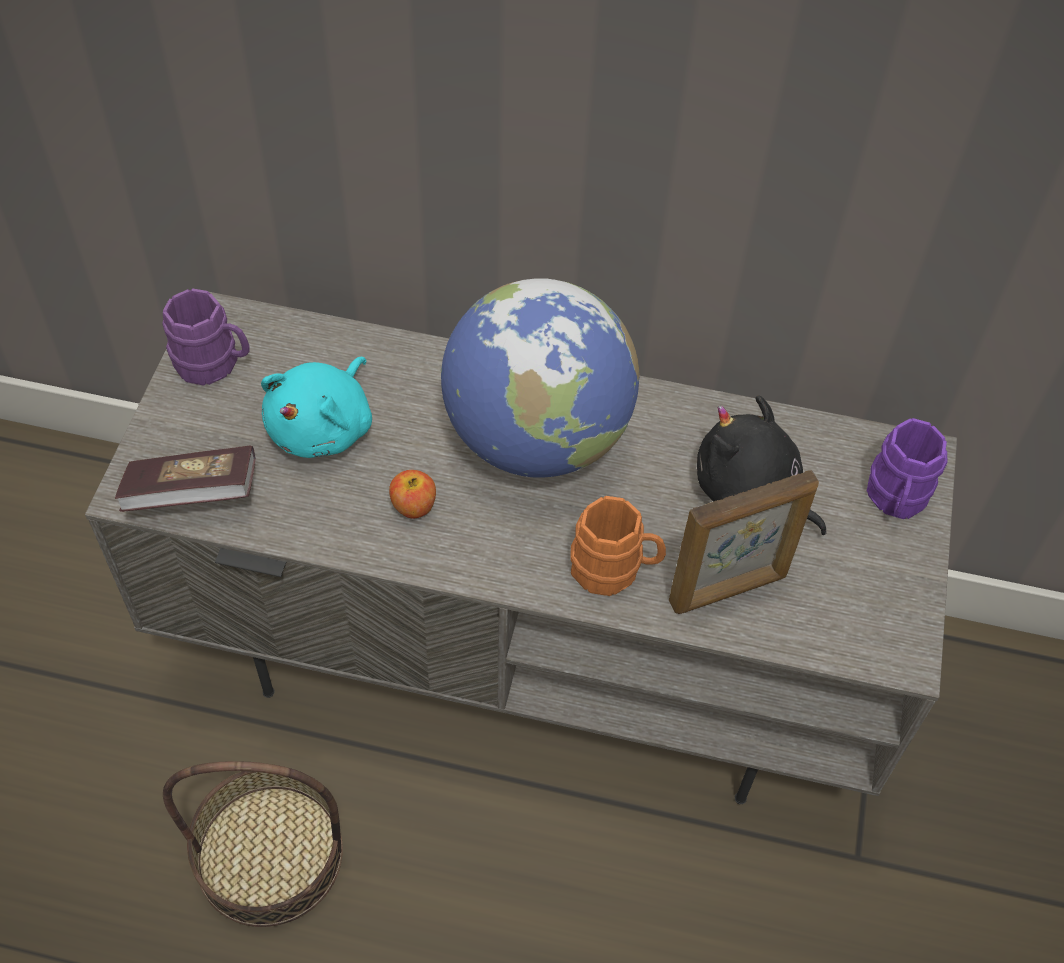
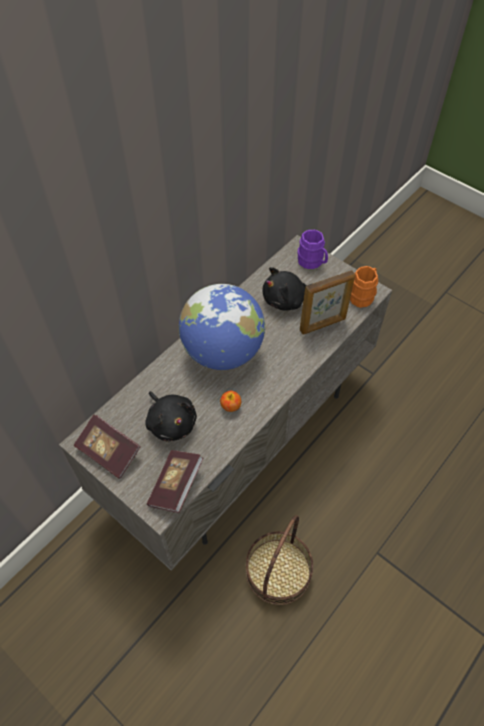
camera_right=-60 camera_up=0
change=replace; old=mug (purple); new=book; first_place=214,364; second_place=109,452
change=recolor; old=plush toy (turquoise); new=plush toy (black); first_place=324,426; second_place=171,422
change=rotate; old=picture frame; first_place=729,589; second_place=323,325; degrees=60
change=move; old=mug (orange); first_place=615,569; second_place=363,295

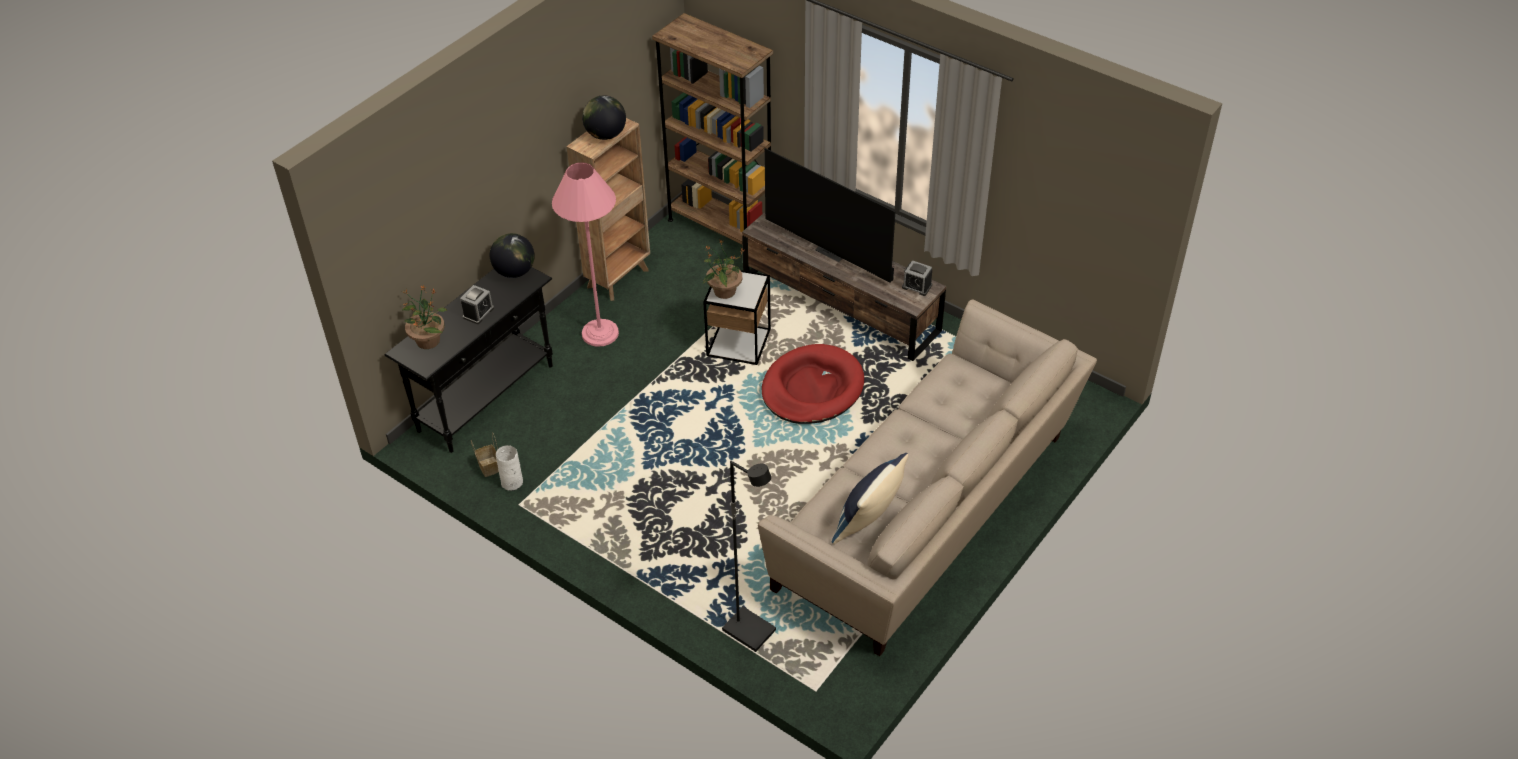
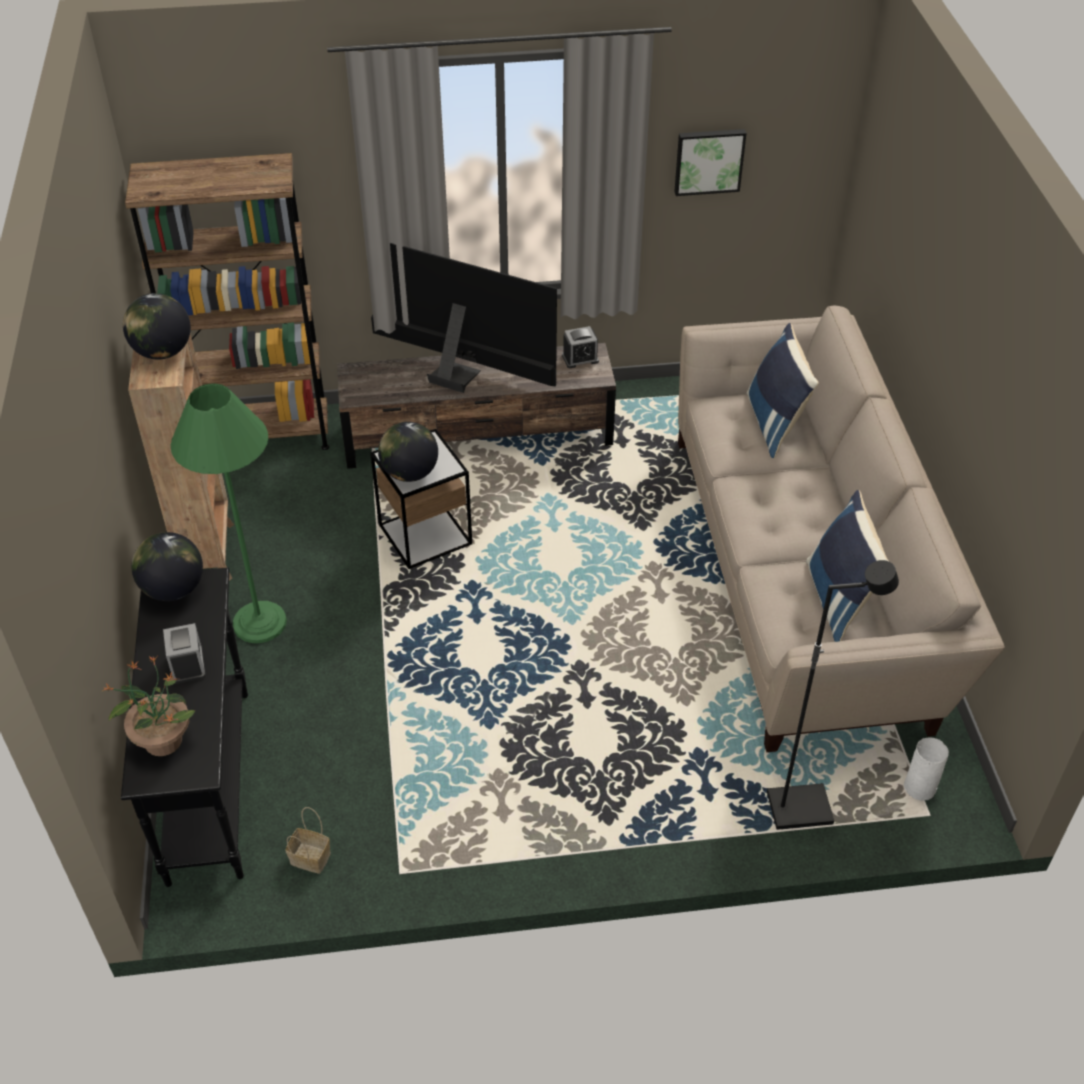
camera_right=-45 camera_up=0
change=recolor; old=floor lamp (pink); new=floor lamp (green); first_place=600,333; second_place=260,622
change=rotate; old=television; first_place=833,251; second_place=457,372; degrees=-150
change=replace; old=potted plant; new=globe; first_place=724,291; second_place=410,473
change=insert; new=picture; second_place=708,160
change=insert; new=pillow (blue); second_place=775,423
change=move; old=vase (white); first_place=512,483; second_place=920,788
change=delete; old=dog bed (red); first_place=812,388

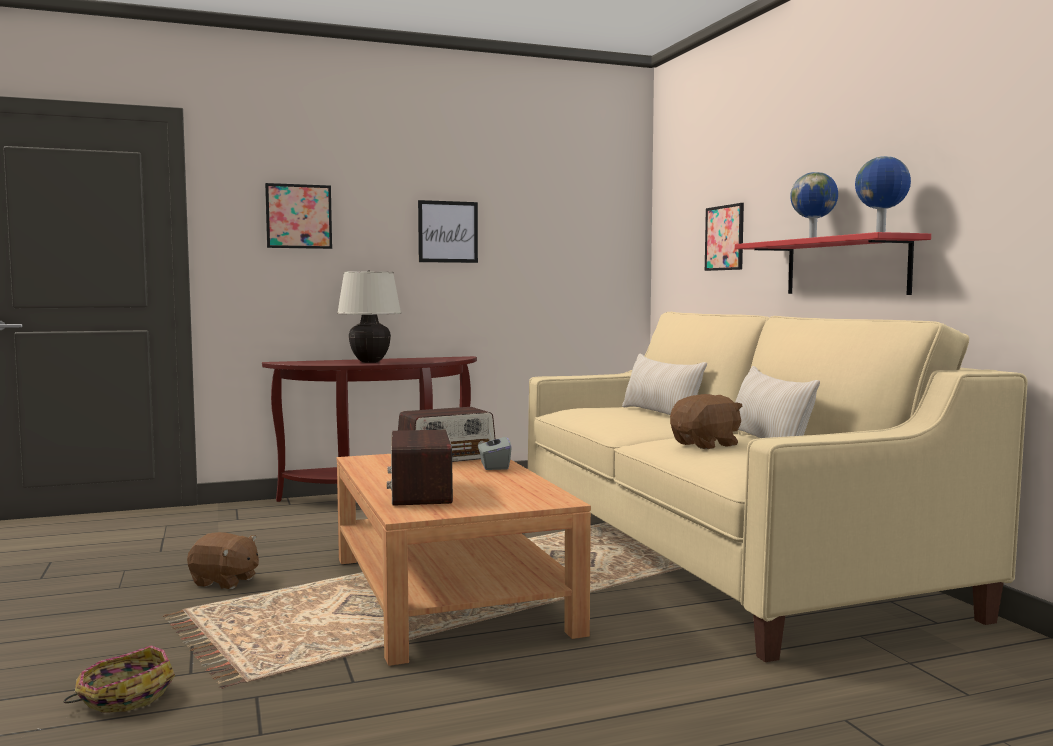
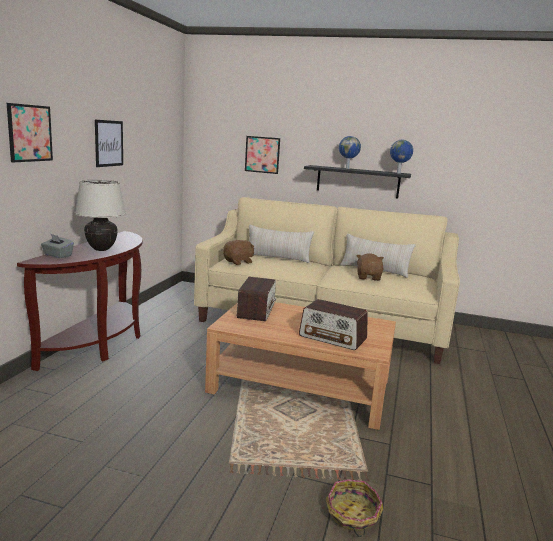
camera_right=-55 camera_up=10
change=move; old=tissue box (grey); first_place=494,466; second_place=57,255
change=move; old=plush toy (brown); first_place=224,581; second_place=238,262
change=recolor; old=shelf (red); new=shelf (black); first_place=845,267; second_place=357,181

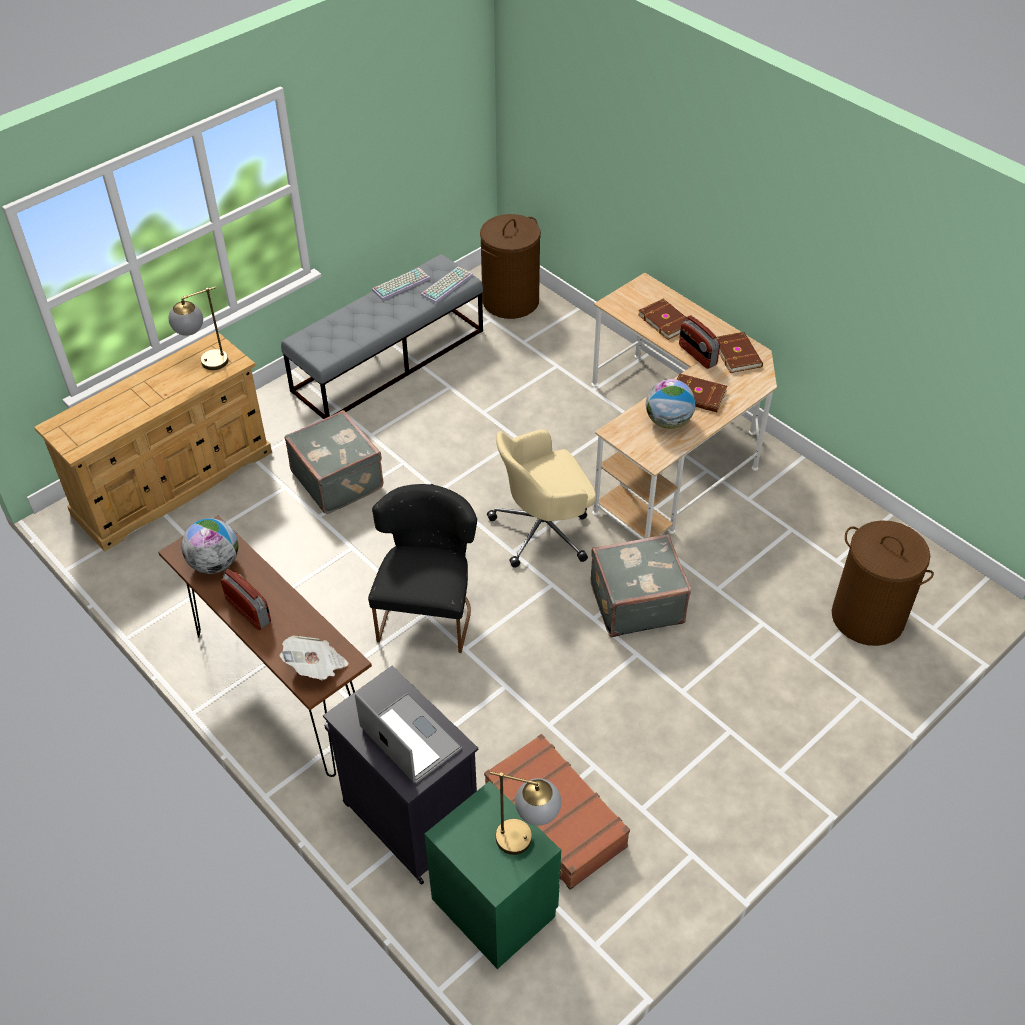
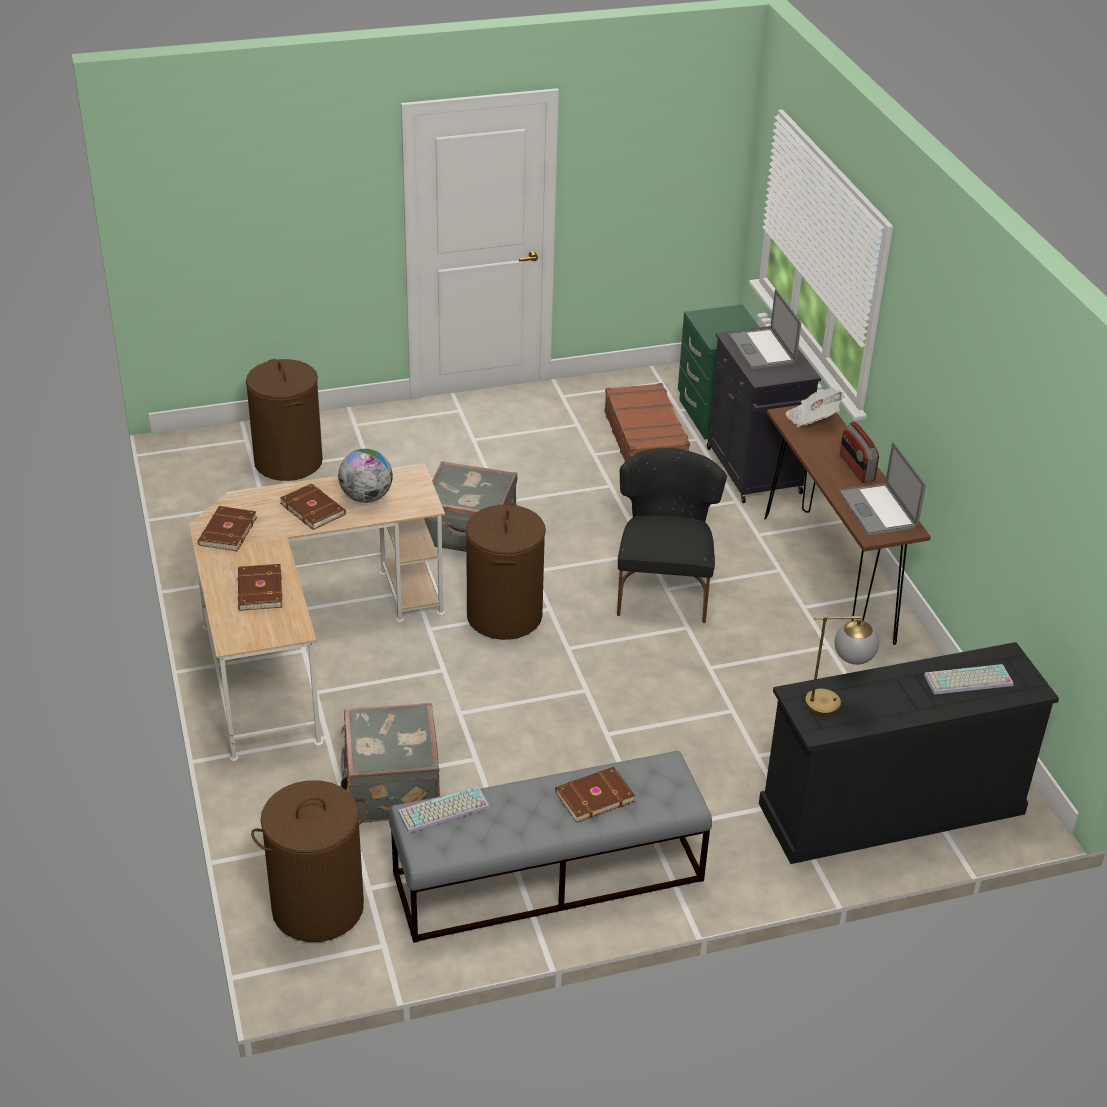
camera_right=-155 camera_up=-10
change=move; old=suitcase (grey); first_place=338,479; second_place=390,787
change=replace; old=office chair (beige); new=laundry basket (brown); first_place=543,530; second_place=504,616
change=insert; new=book (brown); second_place=593,796
change=rotate; old=chair (black); first_place=428,611; second_place=663,589; degrees=150
change=recolor; old=dresser (beige); new=dresser (black); first_place=174,482; second_place=890,809
change=replace; old=globe; new=laptop; first_place=215,563; second_place=877,510
change=move; old=keyboard; first_place=401,284; second_place=968,681
change=delete; old=table lamp; first_place=527,841
change=delete; old=radio; first_place=697,355

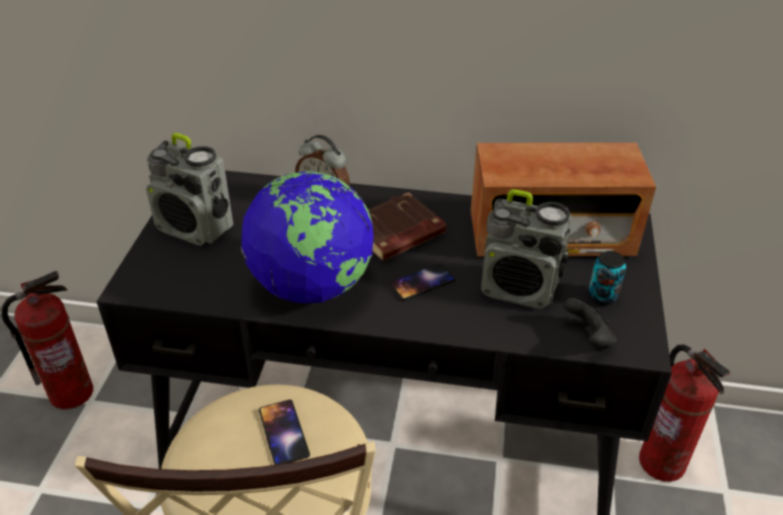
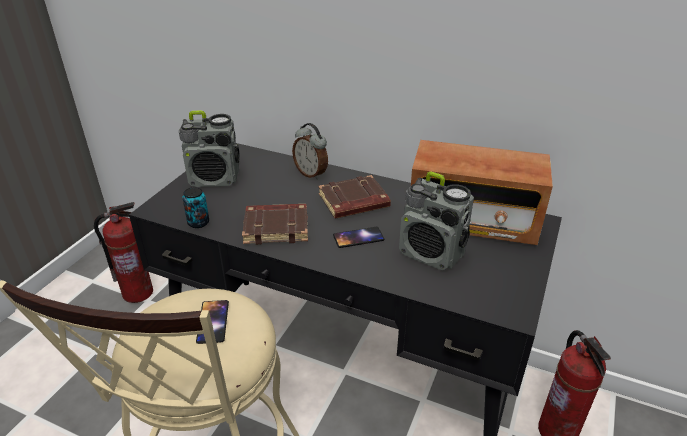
camera_right=15 camera_up=-5
change=rotate; old=radio; first_place=195,228; second_place=215,179; degrees=-45
change=move; old=can; first_place=602,297; second_place=198,223
change=replace; old=globe; new=book (brown); first_place=312,285; second_place=277,227
change=delete; old=game controller (black); first_place=588,338

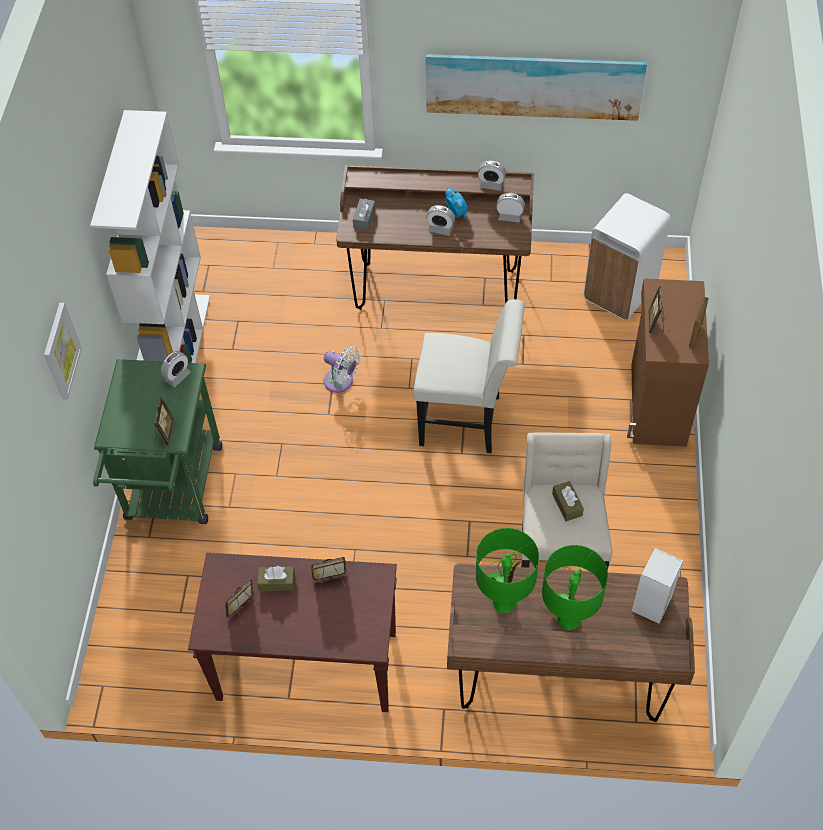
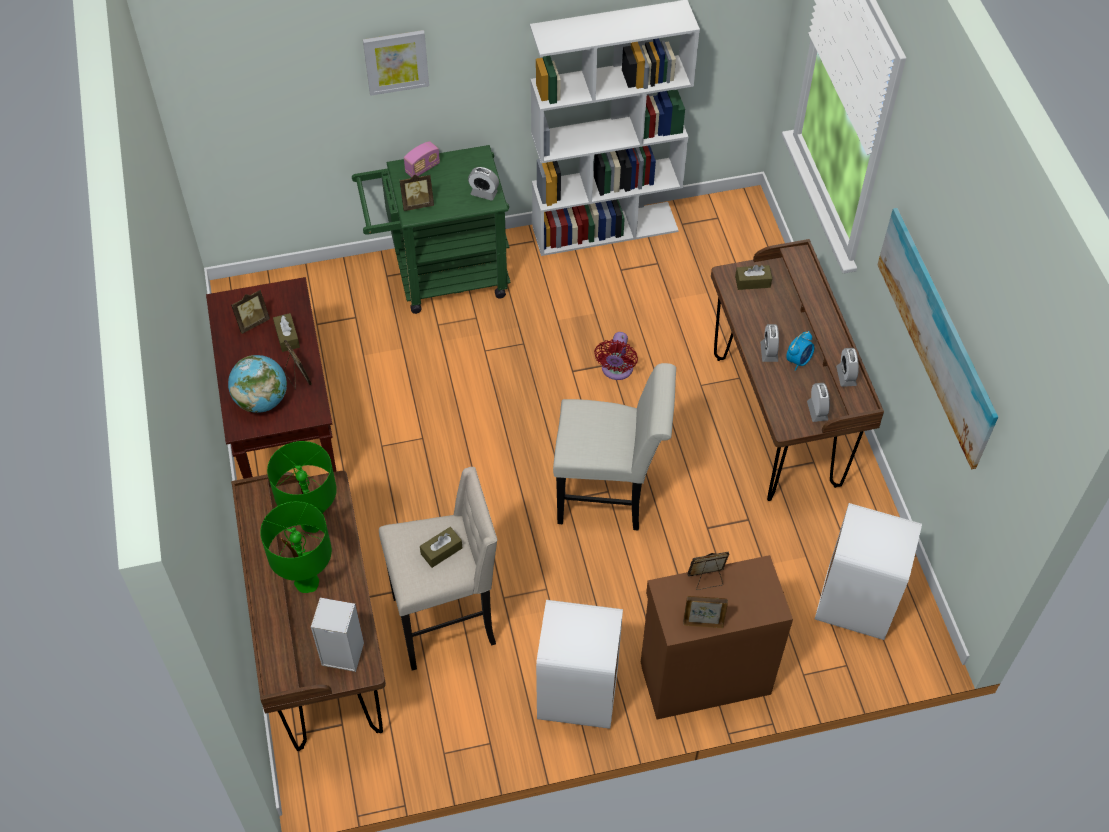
camera_right=70 camera_up=0
change=insert; new=globe; second_place=262,400
change=rotate; old=picture frame; first_place=245,611; second_place=252,322; degrees=120
change=insert; new=radio; second_place=422,168
change=insert; new=trash can (white); second_place=578,695
change=rotate; old=chair (white); first_place=467,421; second_place=609,494; degrees=-75
change=recolor; old=fan (white); new=fan (red); first_place=341,382; second_place=616,370
change=recolor; old=tissue box (grey); new=tissue box (brown); first_place=364,218; second_place=752,282

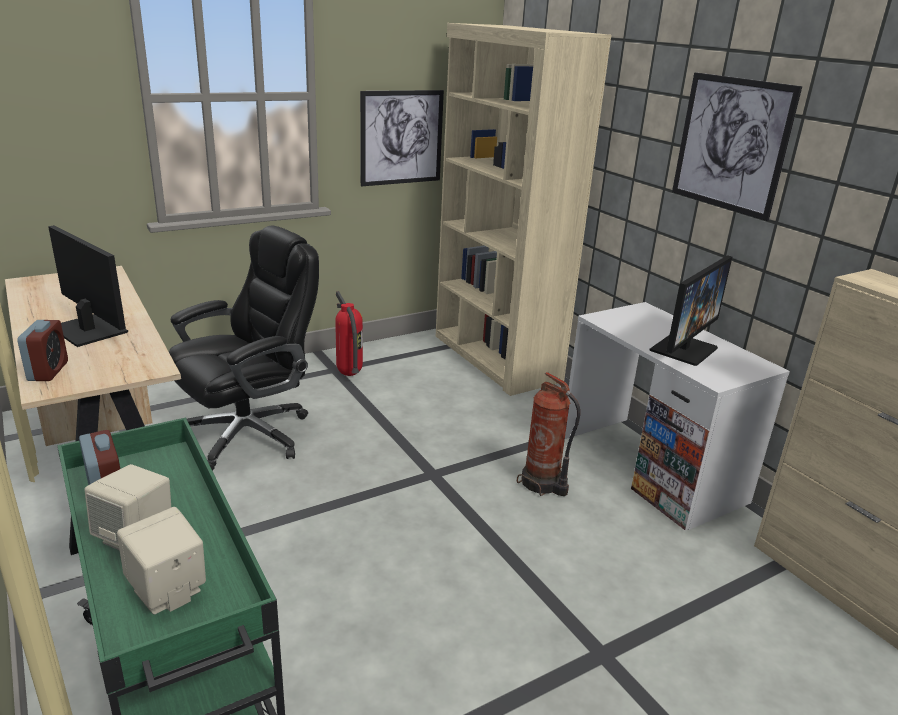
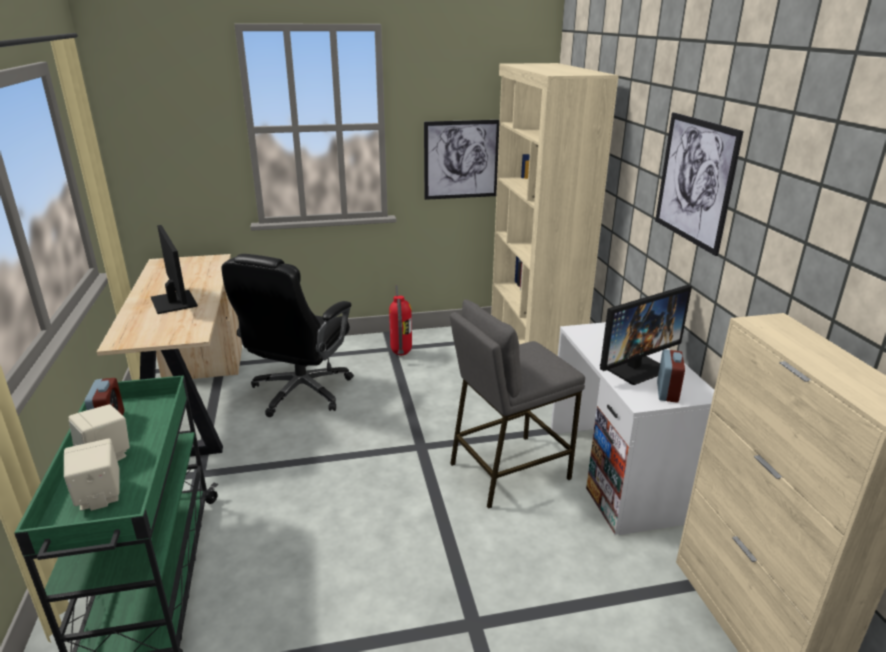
camera_right=20 camera_up=0
change=rotate; old=office chair (black); first_place=249,434; second_place=300,392; degrees=135
change=replace; old=fire extinguisher; new=stool (grey); first_place=542,484; second_place=508,470
change=move; old=alarm clock; first_place=48,371; second_place=667,392

